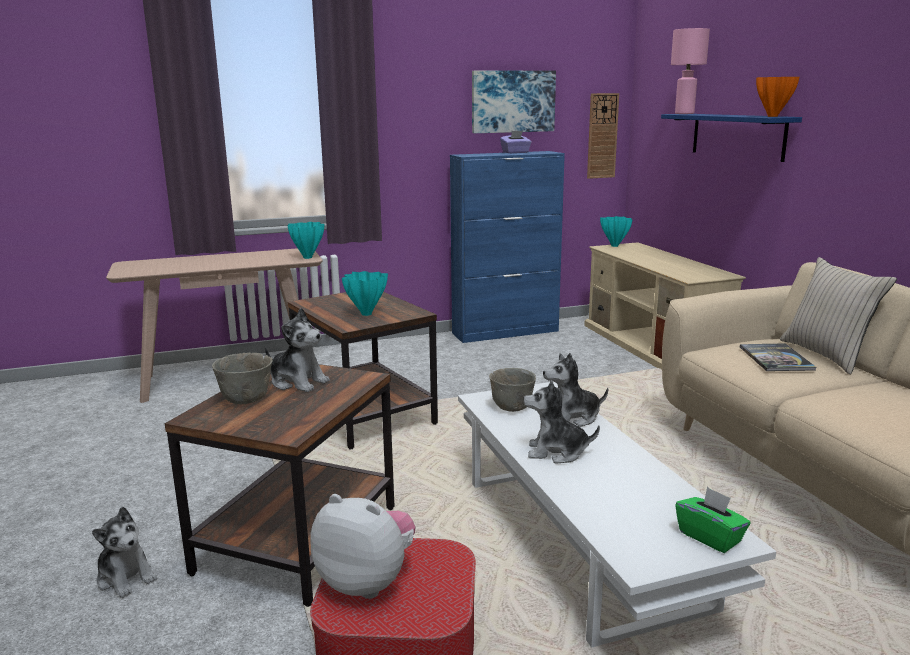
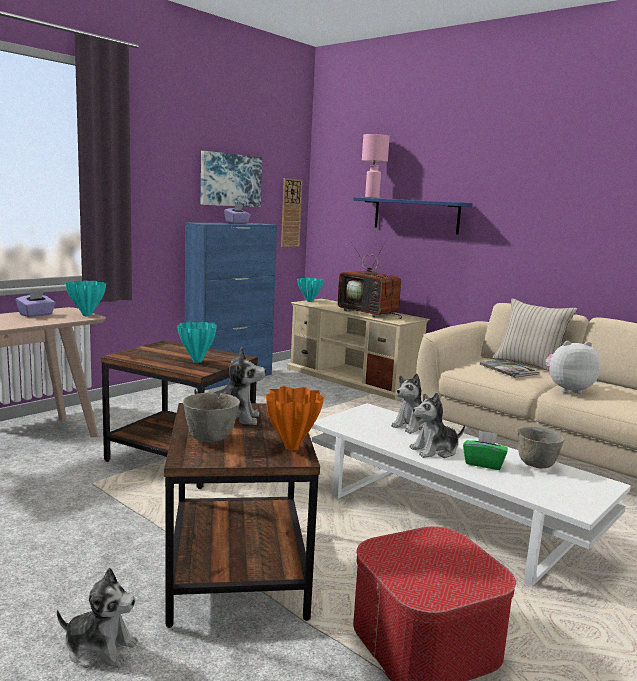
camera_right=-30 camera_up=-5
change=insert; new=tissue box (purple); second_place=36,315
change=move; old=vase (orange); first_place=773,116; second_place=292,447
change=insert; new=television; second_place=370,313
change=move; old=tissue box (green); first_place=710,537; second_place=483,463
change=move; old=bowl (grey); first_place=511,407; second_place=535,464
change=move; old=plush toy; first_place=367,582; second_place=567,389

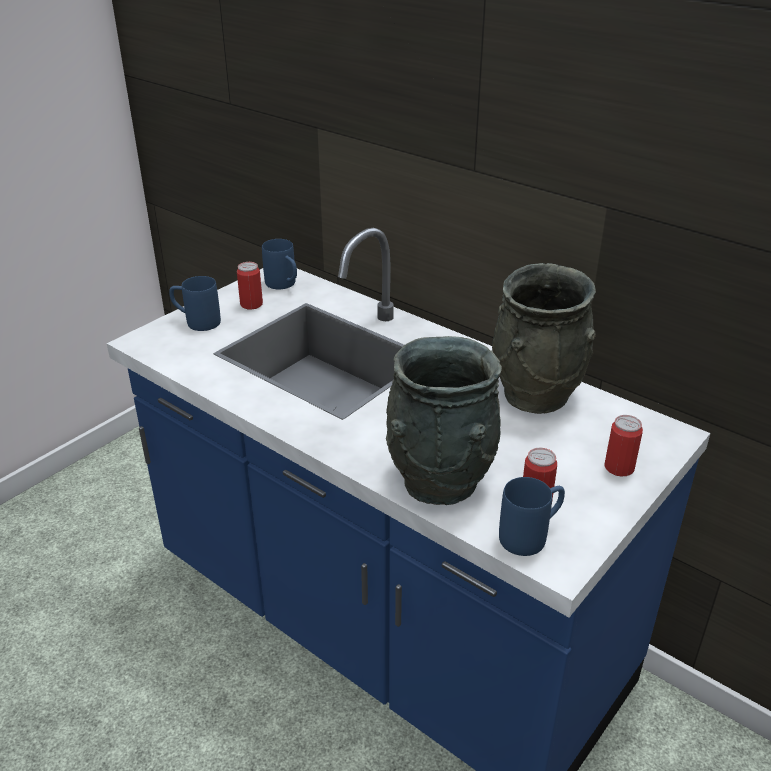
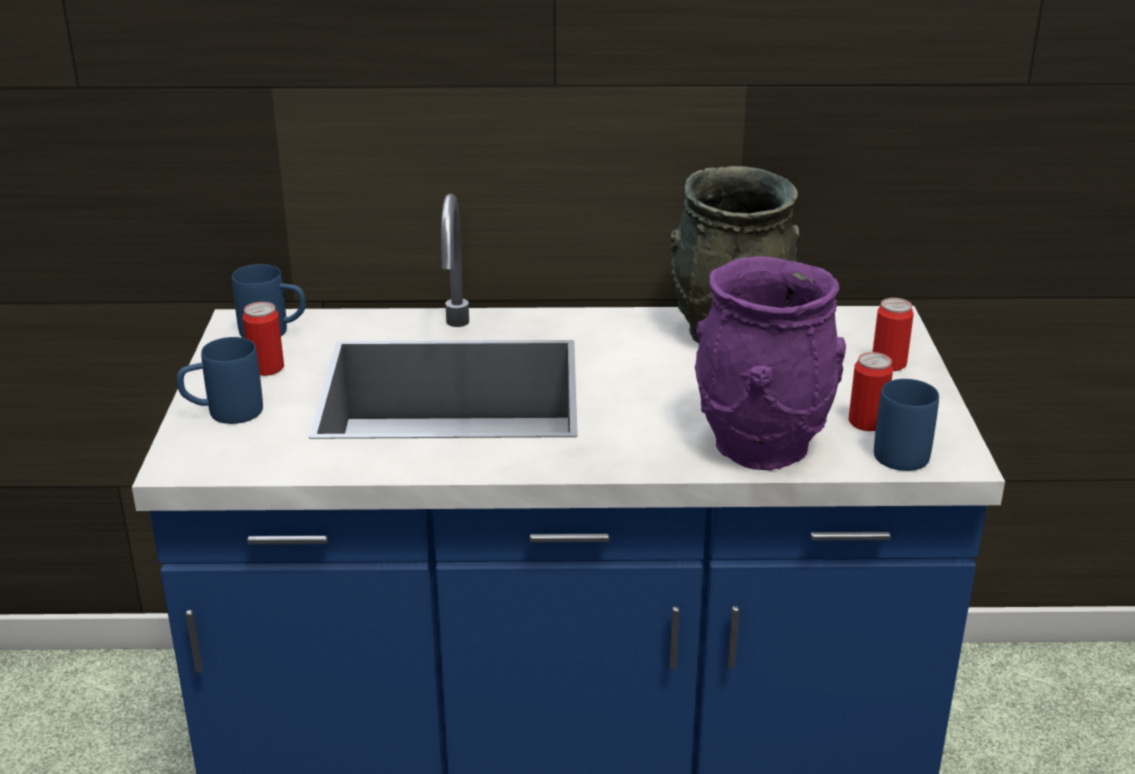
camera_right=-40 camera_up=-5
change=recolor; old=vase (grey); new=vase (purple); first_place=440,482; second_place=763,446

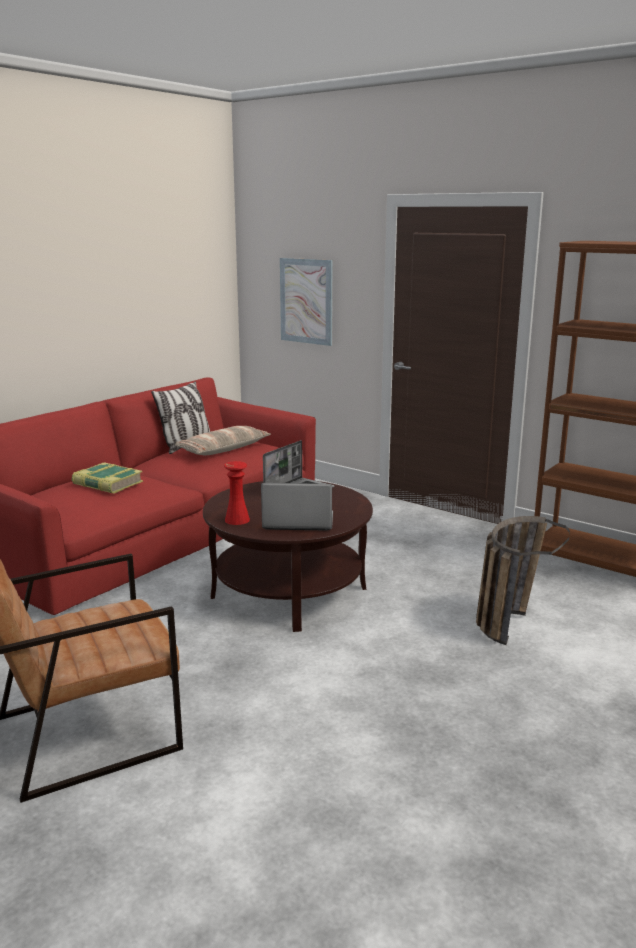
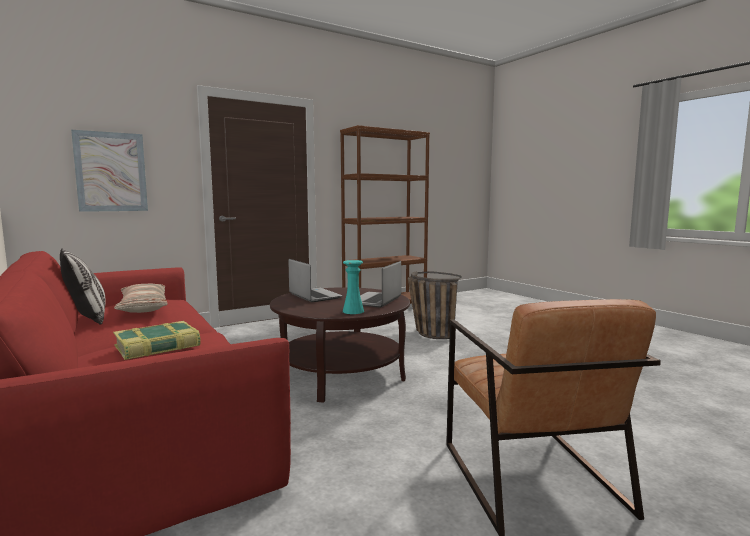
camera_right=-70 camera_up=-10
change=recolor; old=vase (red); new=vase (turquoise); first_place=237,520; second_place=353,311

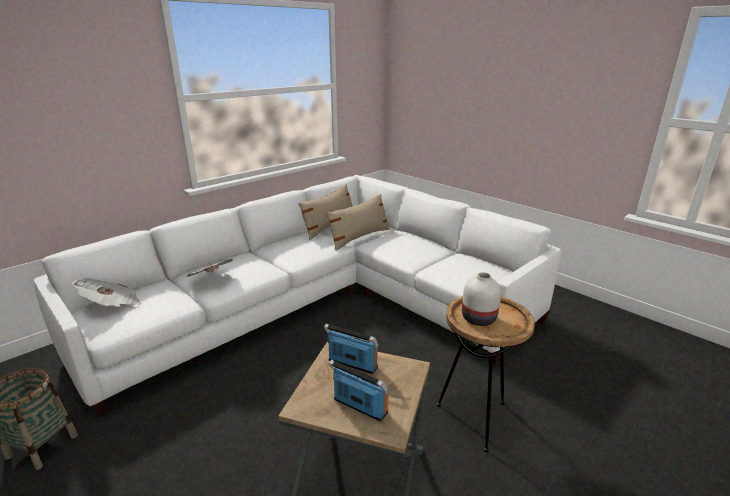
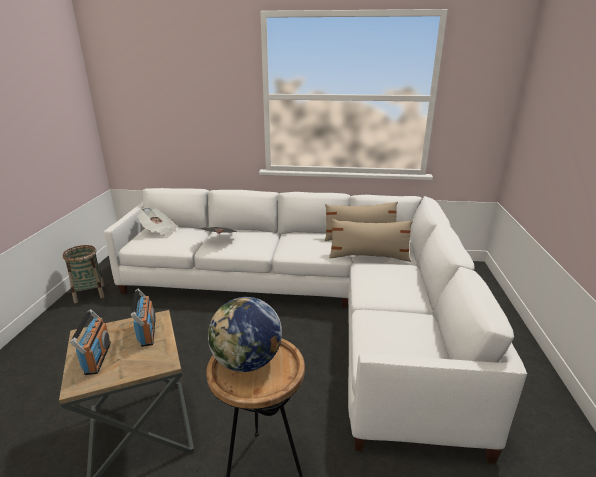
camera_right=50 camera_up=0
change=replace; old=vase (white); new=globe; first_place=479,319; second_place=247,362

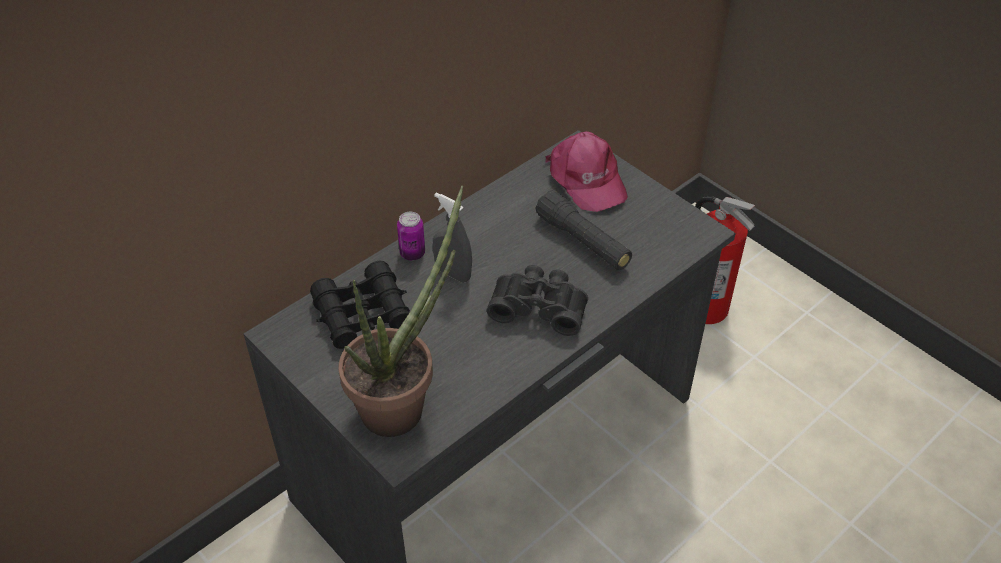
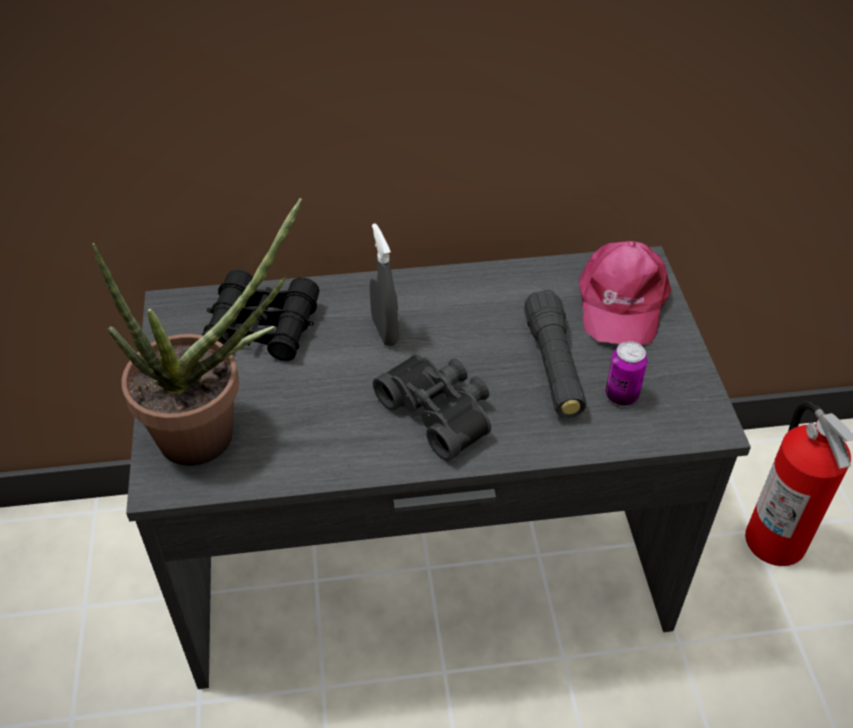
camera_right=35 camera_up=0
change=move; old=can; first_place=412,254; second_place=621,395

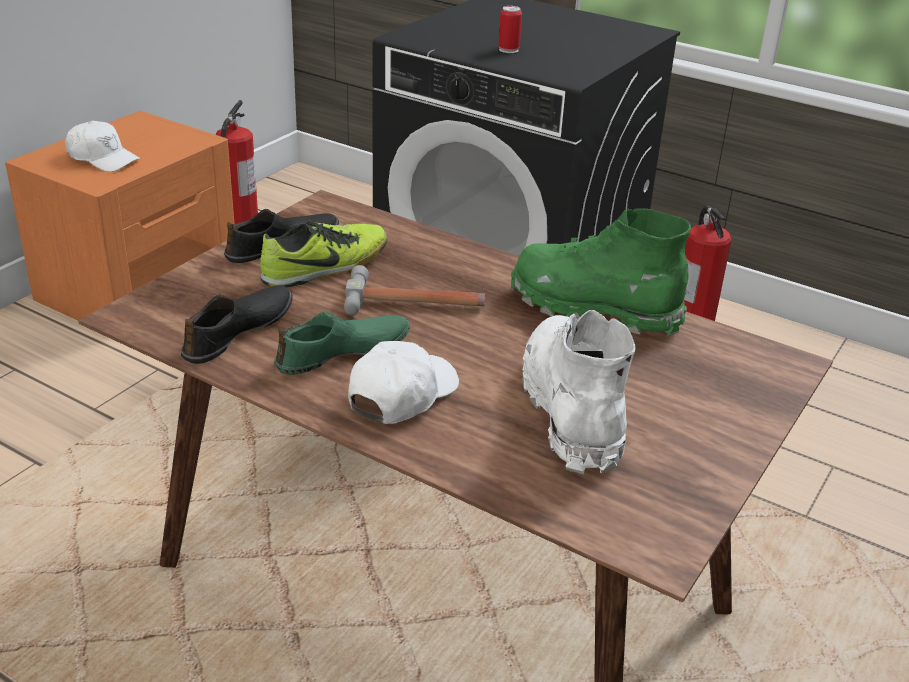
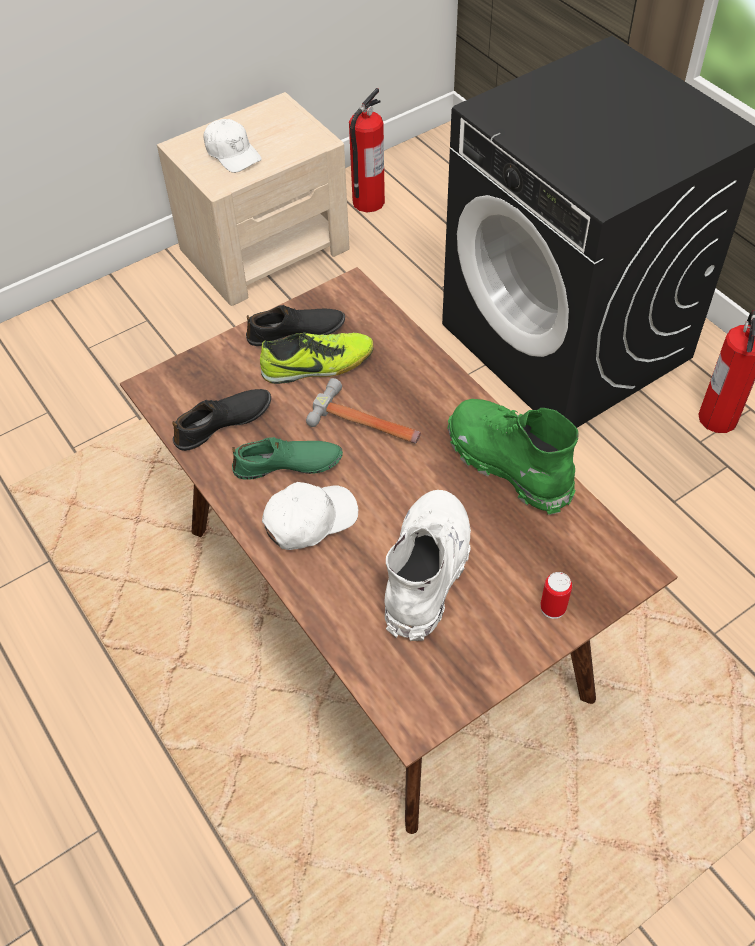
camera_right=25 camera_up=20
change=recolor; old=nightstand (orange); new=nightstand (beige); first_place=140,284; second_place=265,248
change=move; old=can; first_place=508,50; second_place=553,608

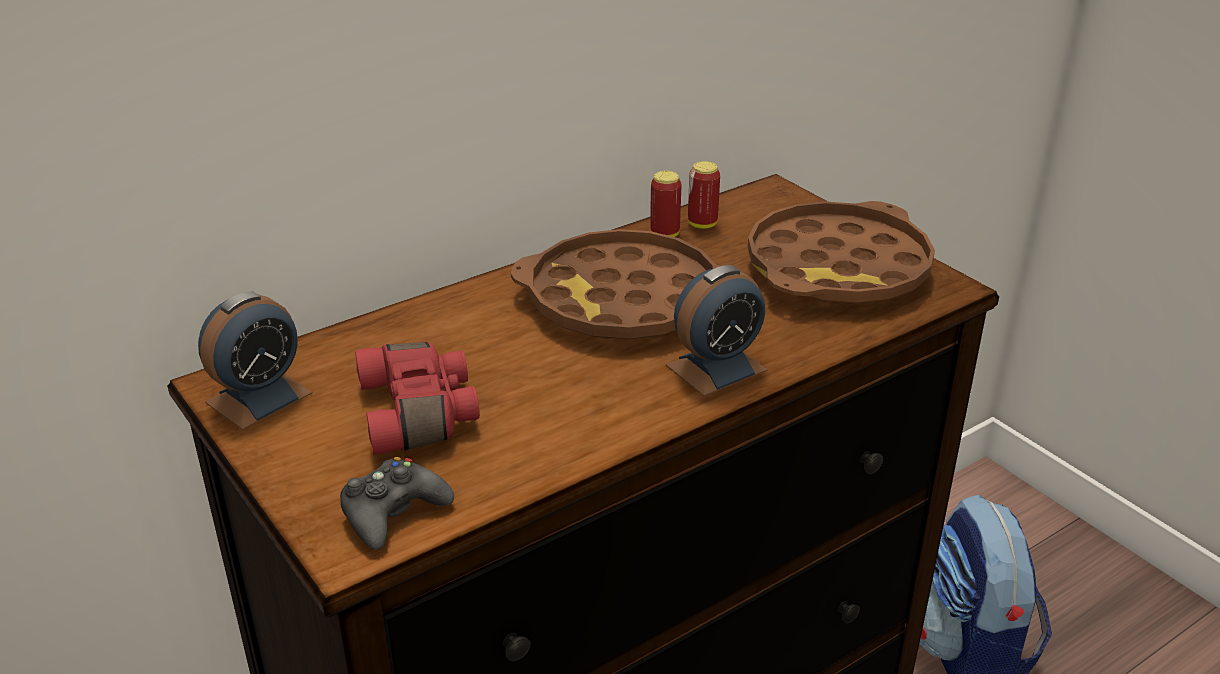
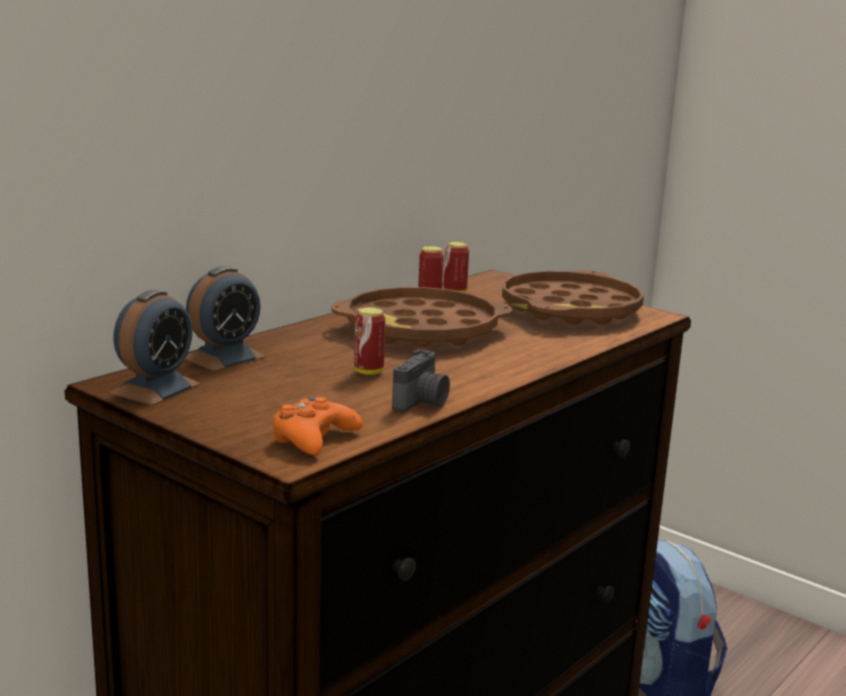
camera_right=-15 camera_up=-15
change=move; old=alarm clock; first_place=716,368; second_place=224,357
change=recolor; old=game controller (black); new=game controller (orange); first_place=393,512; second_place=314,438
change=insert; new=can; second_place=368,372
change=insert; new=photo camera; second_place=422,402
change=delete; old=binoculars (red); first_place=421,413

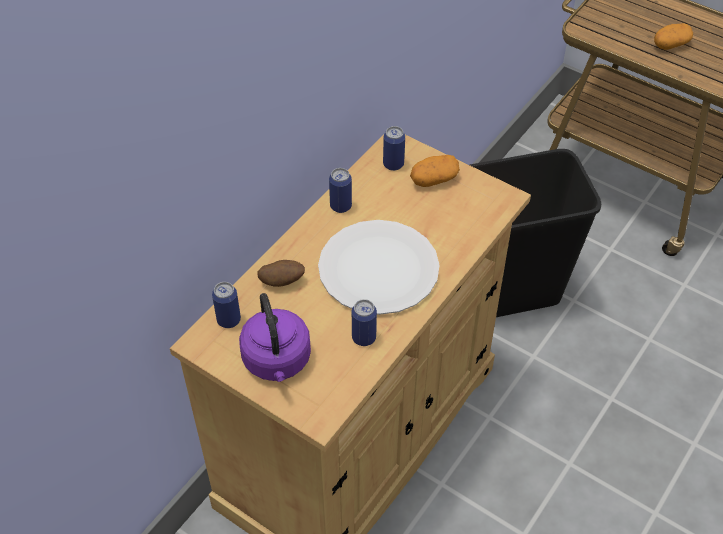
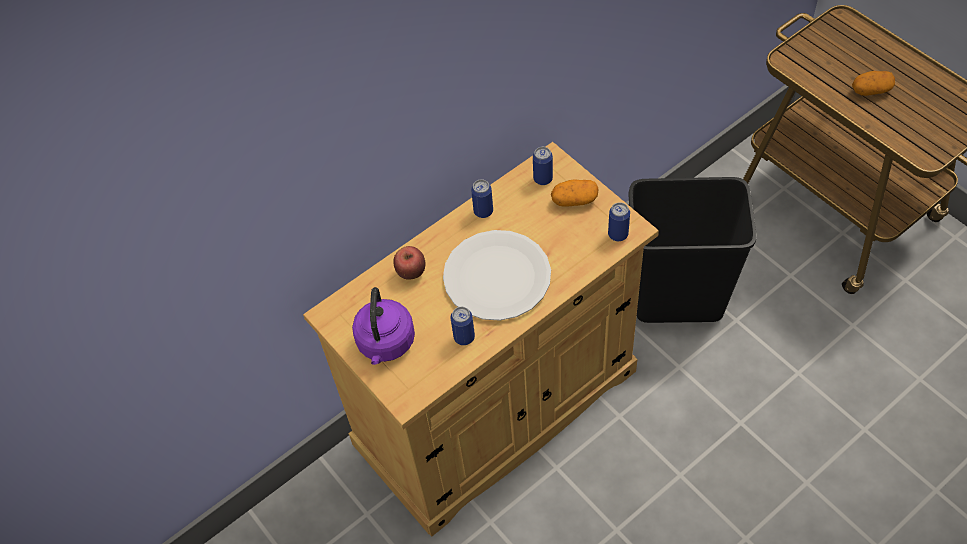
camera_right=20 camera_up=5
change=replace; old=potato; new=apple; first_place=282,281; second_place=411,273
change=move; old=can; first_place=229,320; second_place=618,234

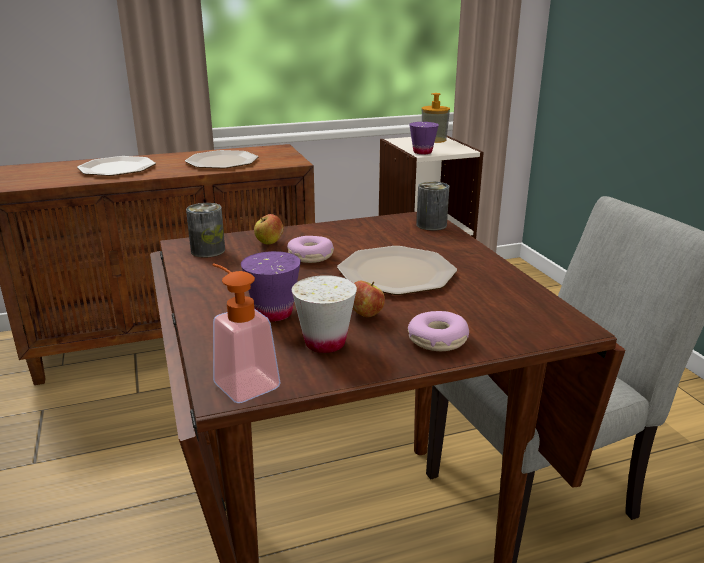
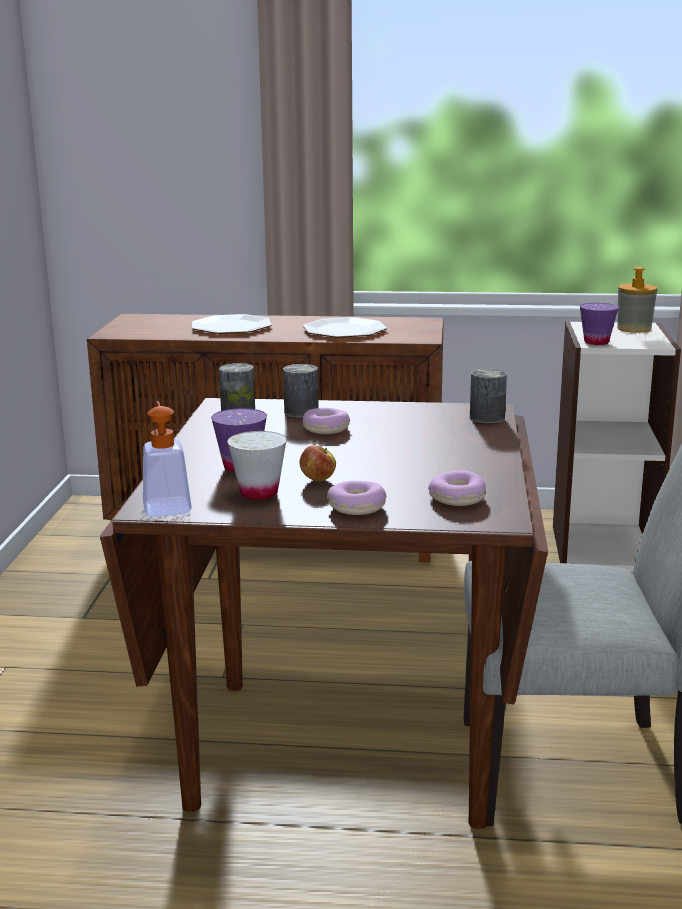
camera_right=25 camera_up=-5
change=replace; old=apple; new=can; first_place=269,243; second_place=301,412
change=insert; new=donut; second_place=458,498
change=delete; old=plate; first_place=397,273

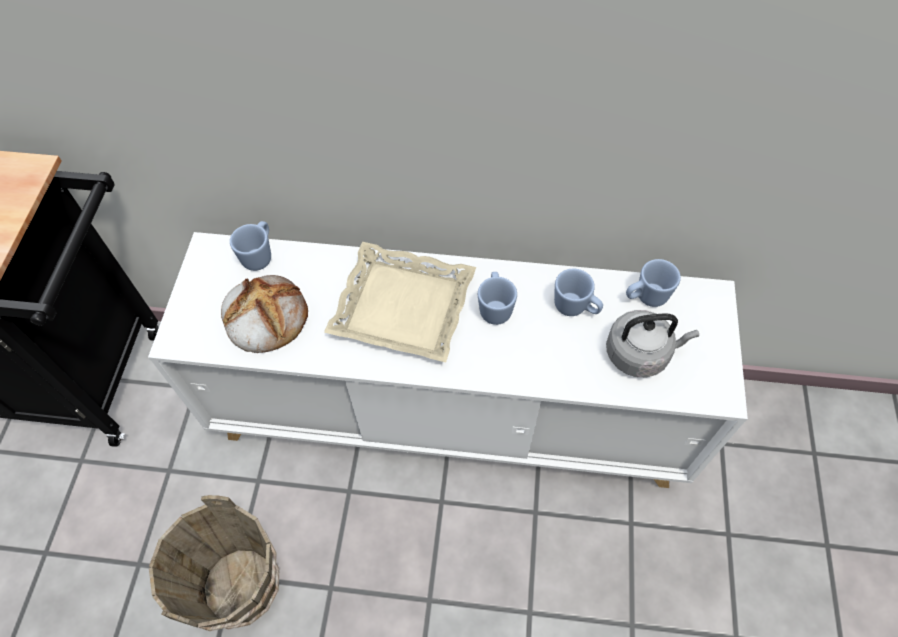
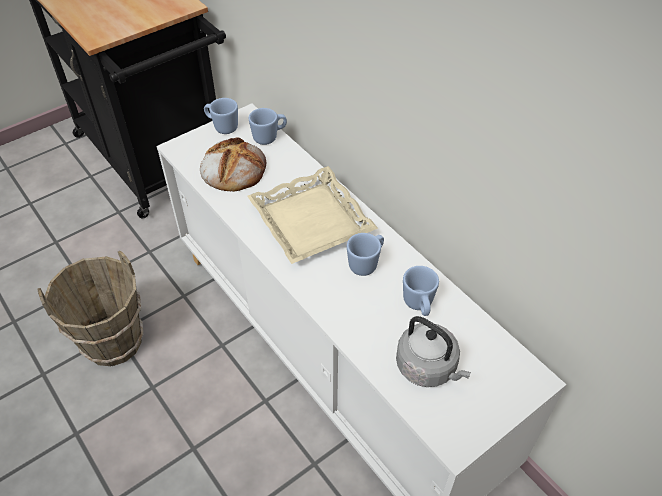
camera_right=45 camera_up=-10
change=move; old=mug (blue); first_place=646,297; second_place=222,127

